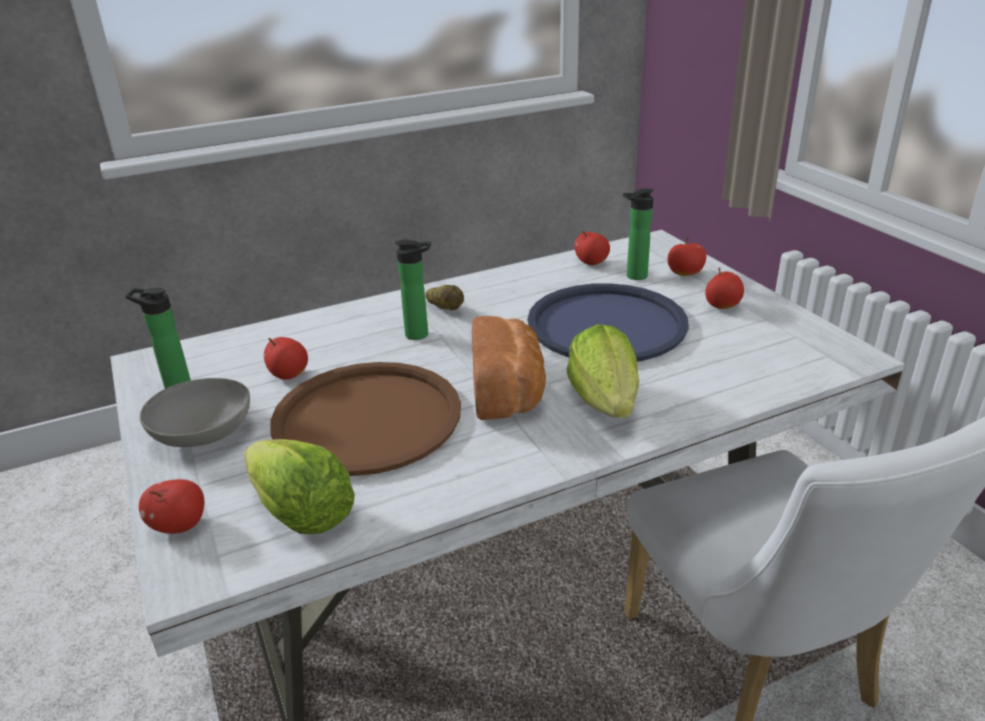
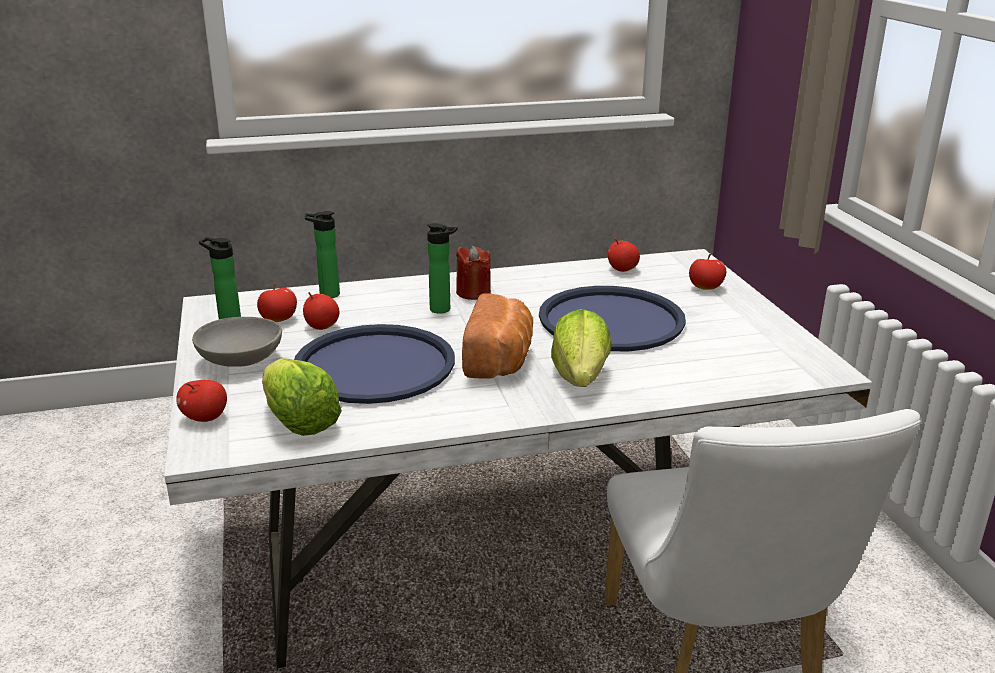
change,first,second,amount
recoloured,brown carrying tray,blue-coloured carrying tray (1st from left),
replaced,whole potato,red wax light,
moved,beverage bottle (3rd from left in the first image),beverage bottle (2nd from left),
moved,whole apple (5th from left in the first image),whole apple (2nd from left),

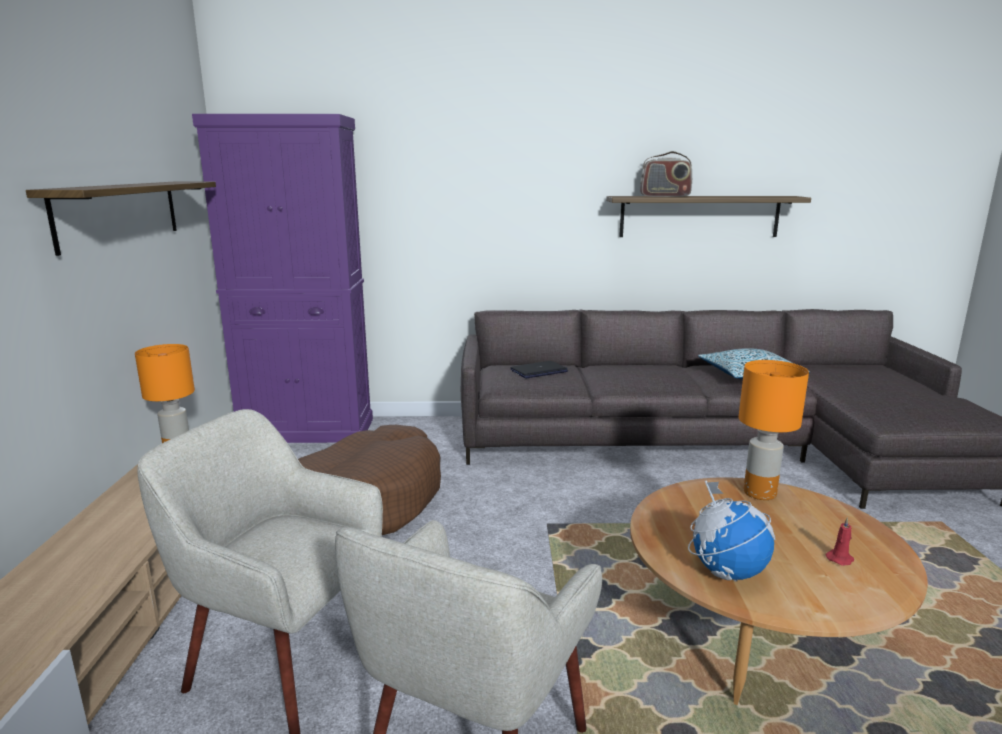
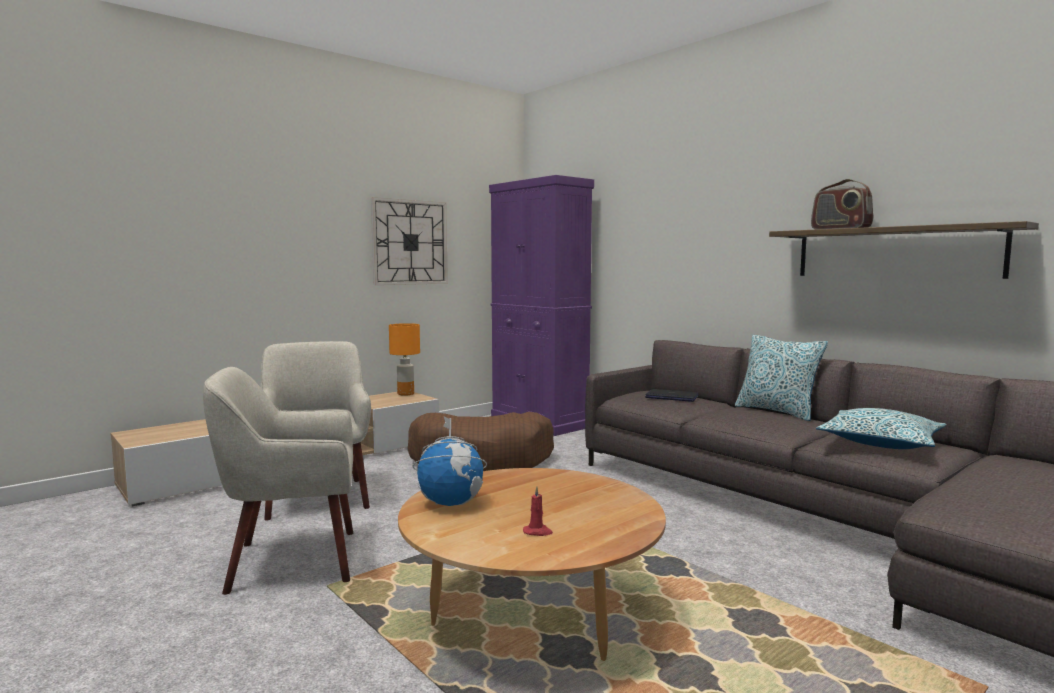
change,first,second,amount
replaced,shelf (1st from left),clock on the wall,
removed,orangey table lamp (2nd from left),,
added,,throw pillow (1st from left),

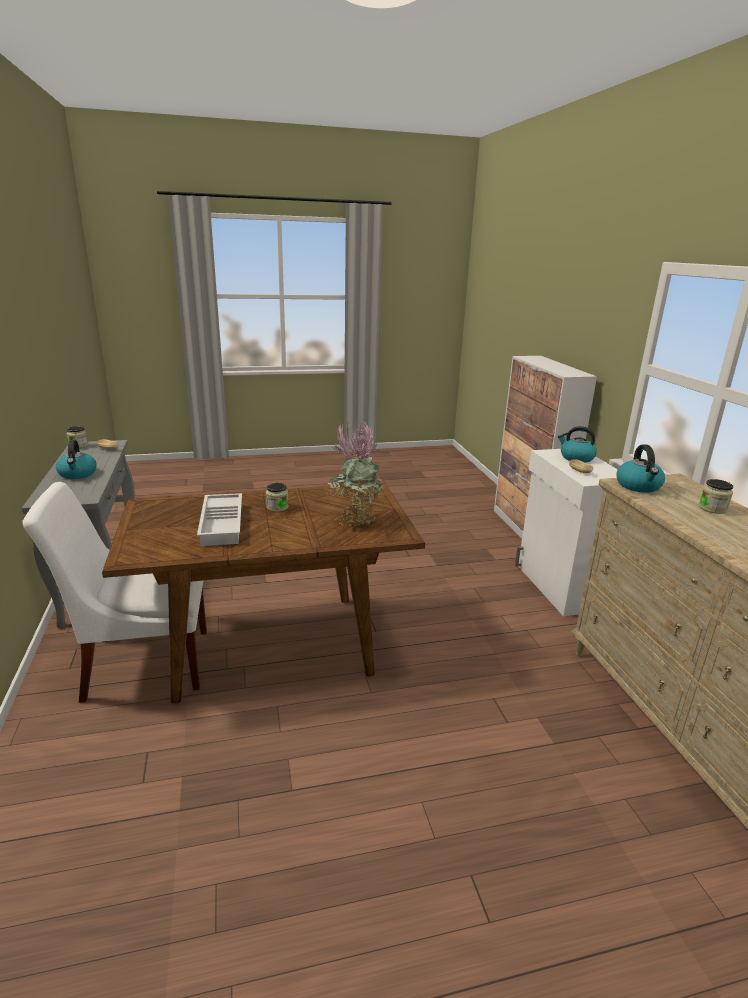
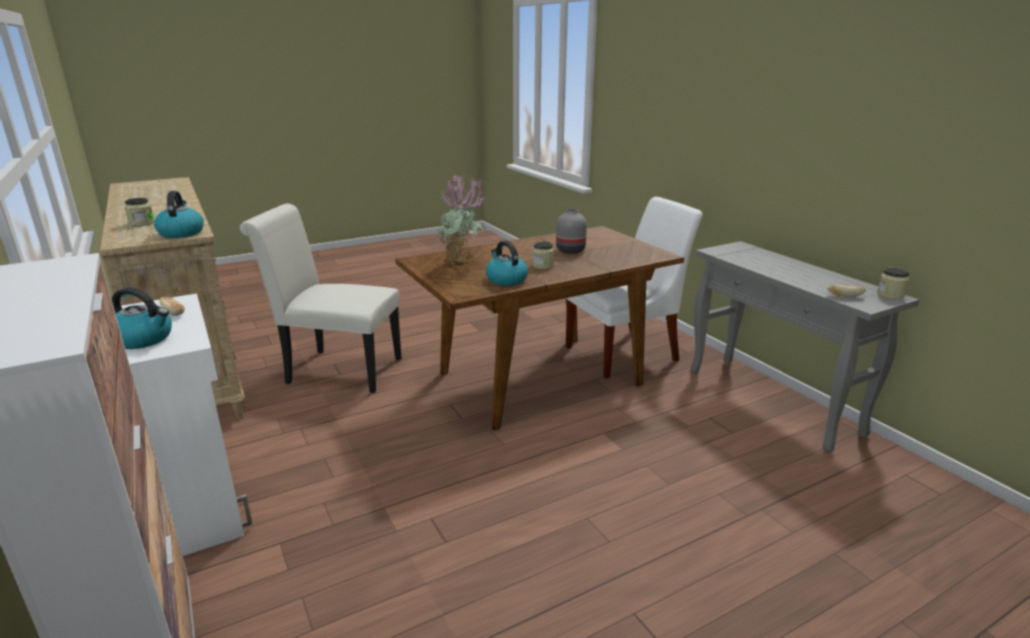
change,first,second,amount
moved,tea kettle (1st from left in the first image),tea kettle (3rd from left),
replaced,white-coloured carrying tray,gray decorative vase,
added,,white-coloured plain chair (1st from left),

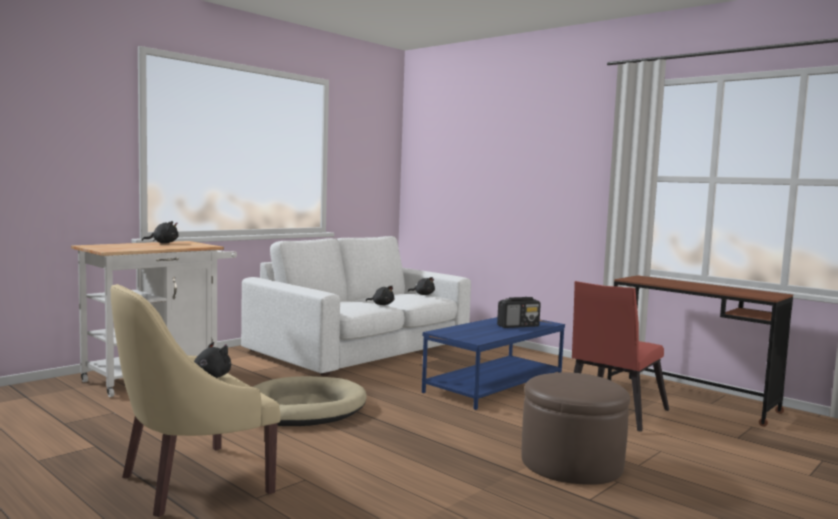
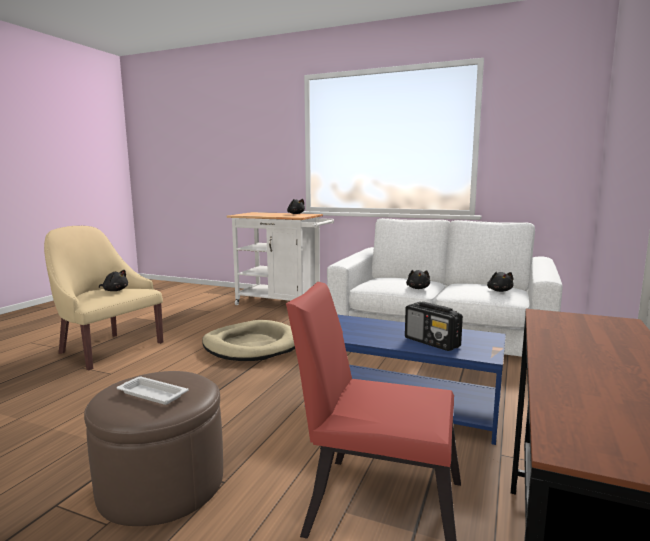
change,first,second,amount
added,,white-coloured carrying tray,

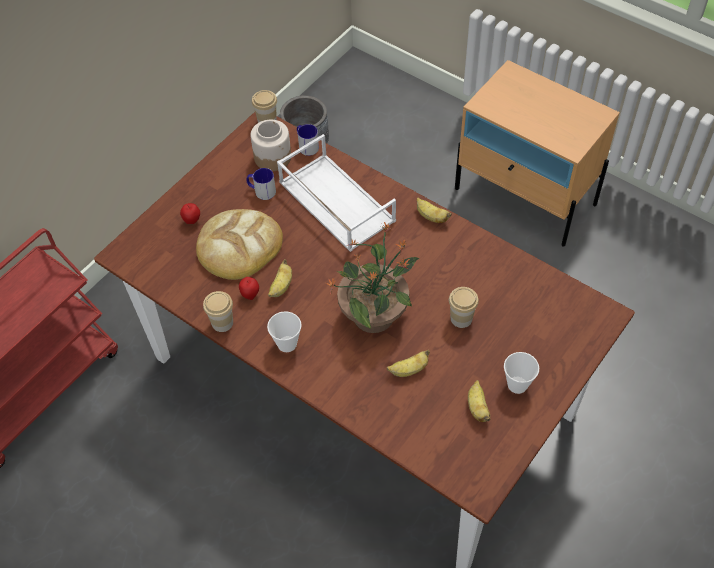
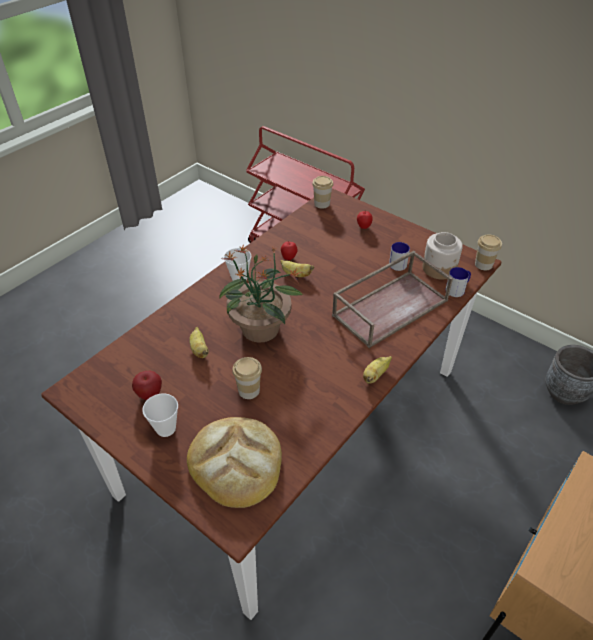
change,first,second,amount
moved,baked bread,,
moved,drinking cup (1st from left in the first image),drinking cup (4th from left),
recoloured,white-coloured carrying tray,brown carrying tray,
replaced,banana (4th from left),whole apple (1st from left),

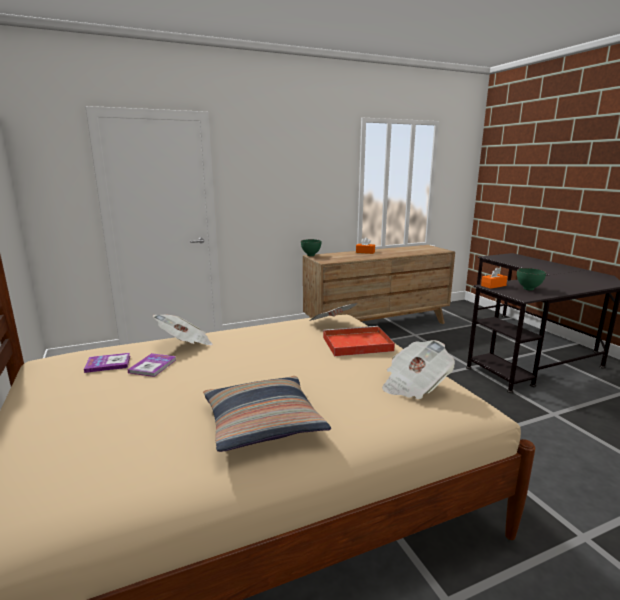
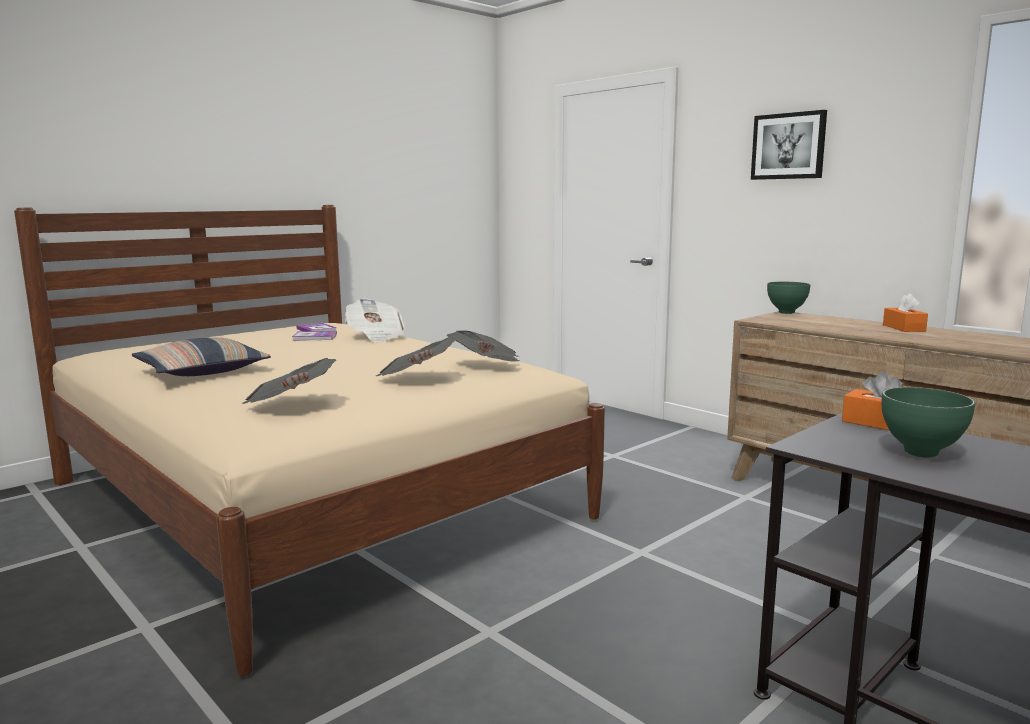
change,first,second,amount
replaced,red carrying tray,newspaper (3rd from left),
added,,wall art,

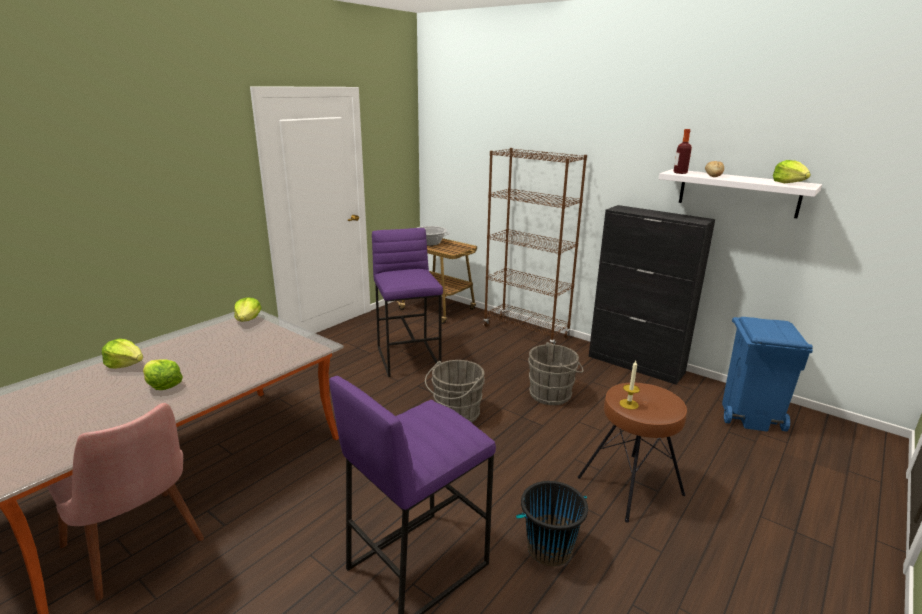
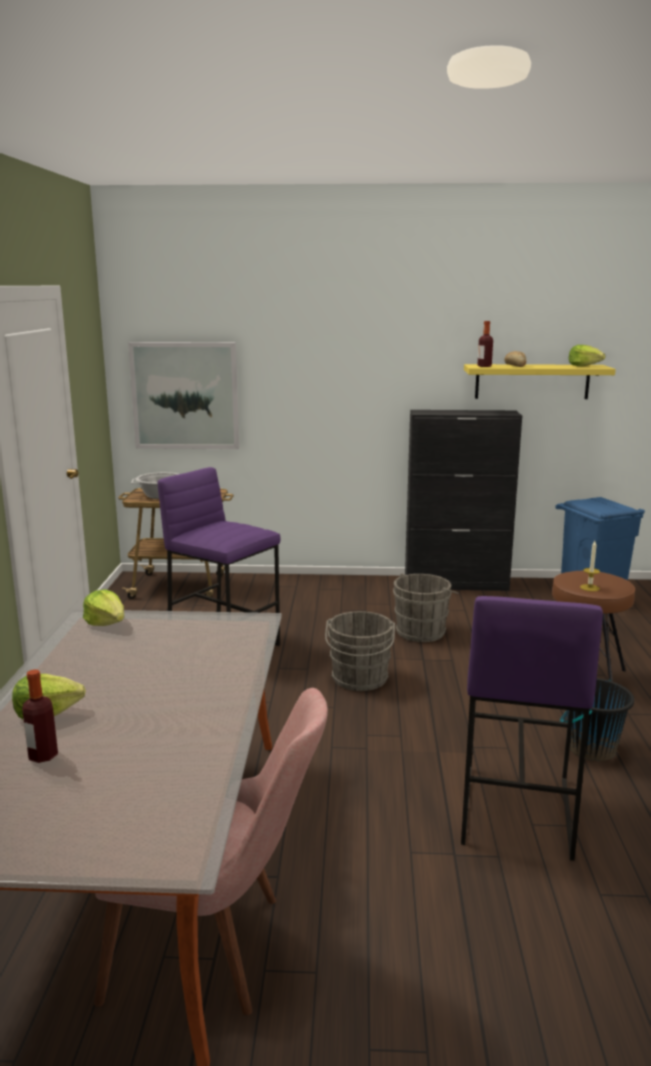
change,first,second,amount
removed,lettuce (2nd from left),,
removed,brown bookcase,,
recoloured,white-coloured shelf,yellow shelf,
added,,beverage bottle (1st from left),
added,,wall art,

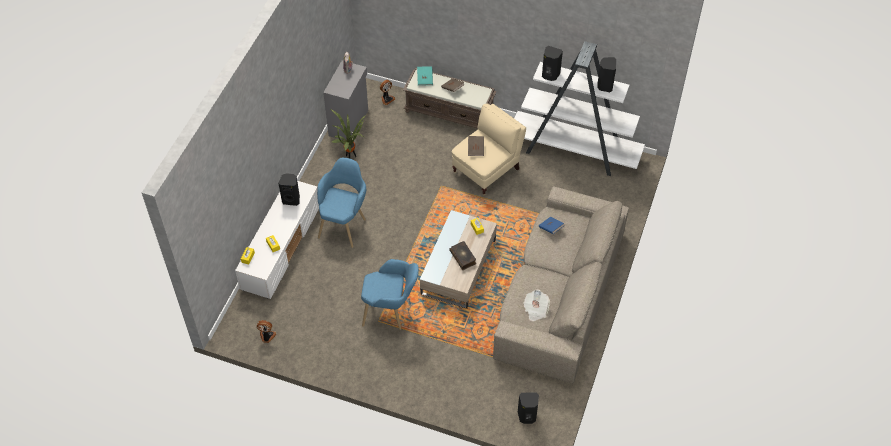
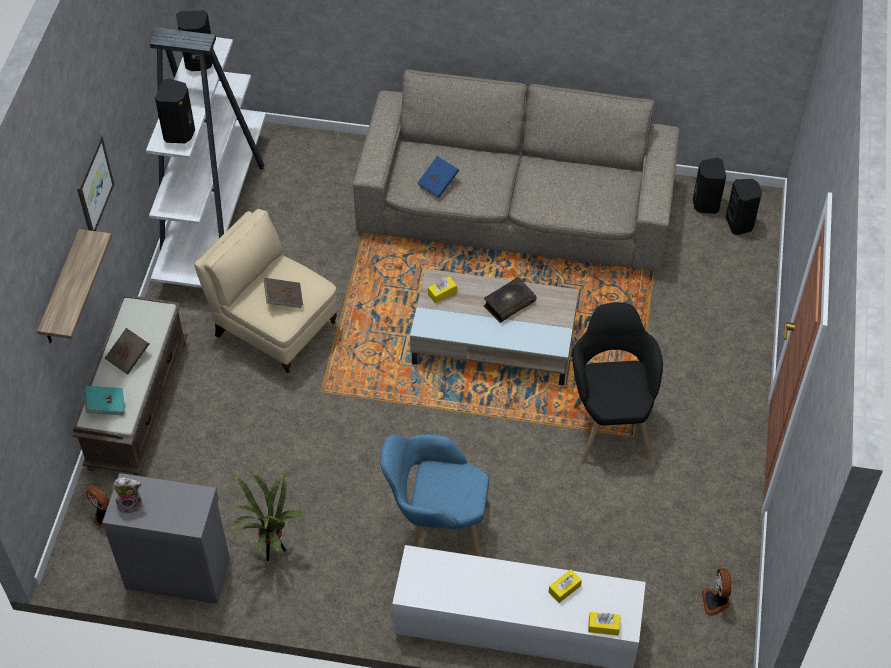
change,first,second,amount
moved,blackish loudspeaker (1st from left in the first image),blackish loudspeaker (3rd from left),
recoloured,blue-coloured easy chair (2nd from left),blackish easy chair,
removed,newspaper,,
added,,shelf,
added,,wall art,

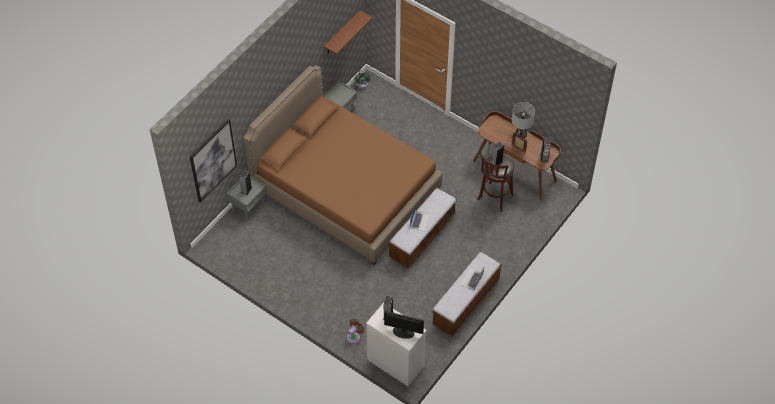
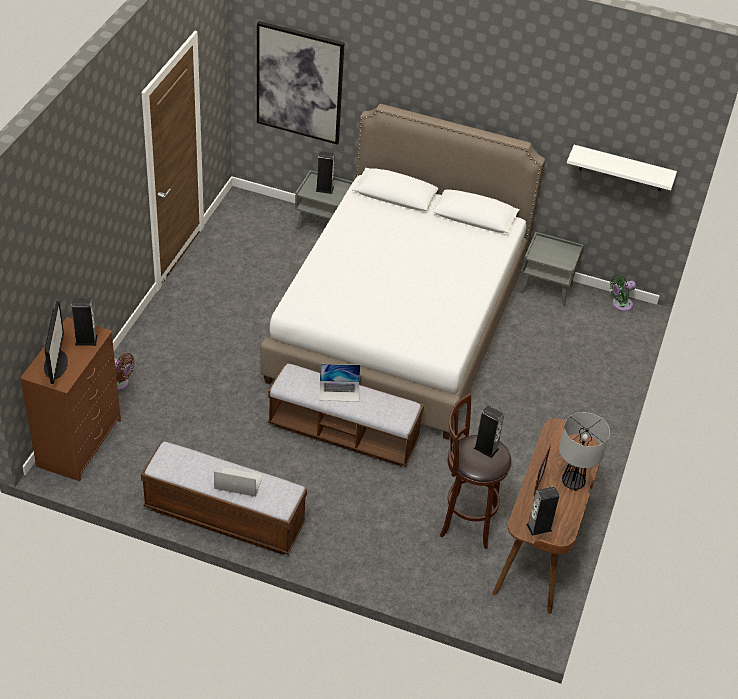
change,first,second,amount
recoloured,brown sleeping bed,white-coloured sleeping bed,
recoloured,brown shelf,white-coloured shelf,
recoloured,white-coloured drawer chest,brown drawer chest,

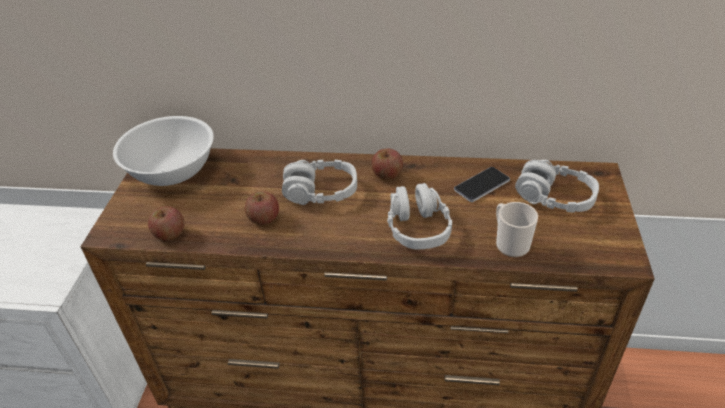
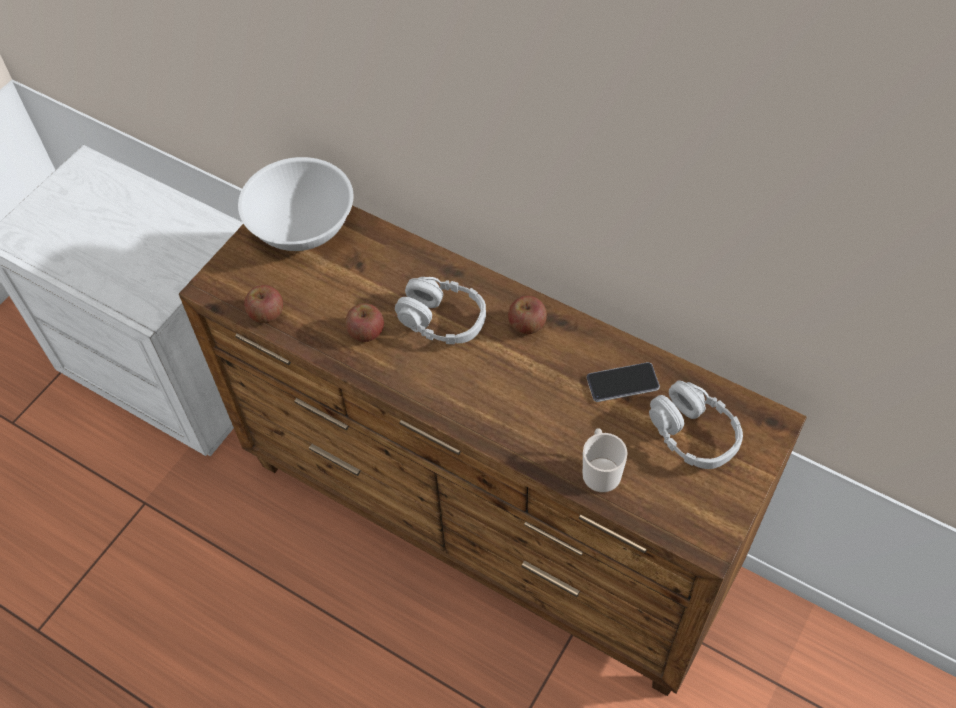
change,first,second,amount
removed,gray headphones (2nd from left),,

